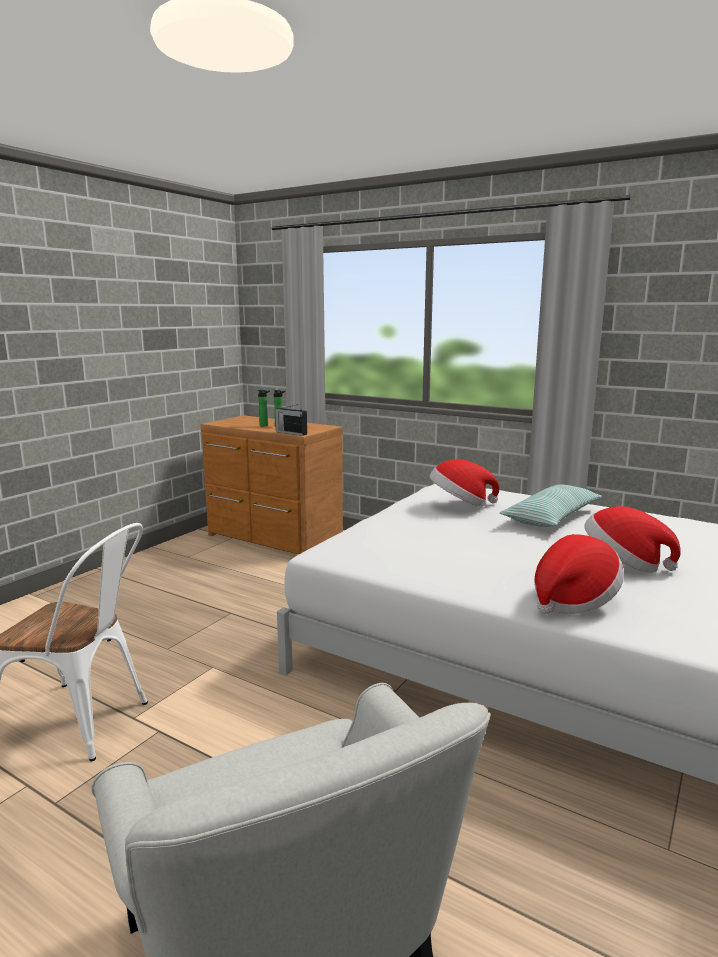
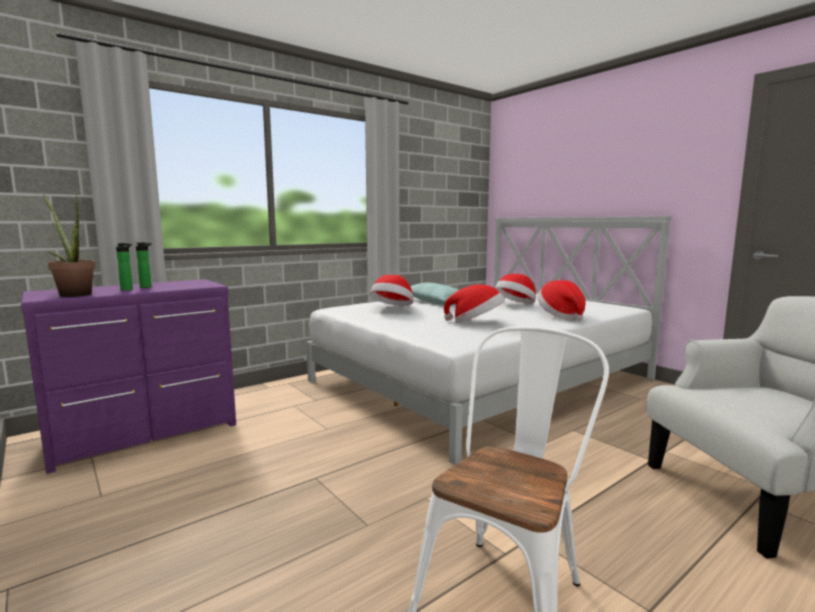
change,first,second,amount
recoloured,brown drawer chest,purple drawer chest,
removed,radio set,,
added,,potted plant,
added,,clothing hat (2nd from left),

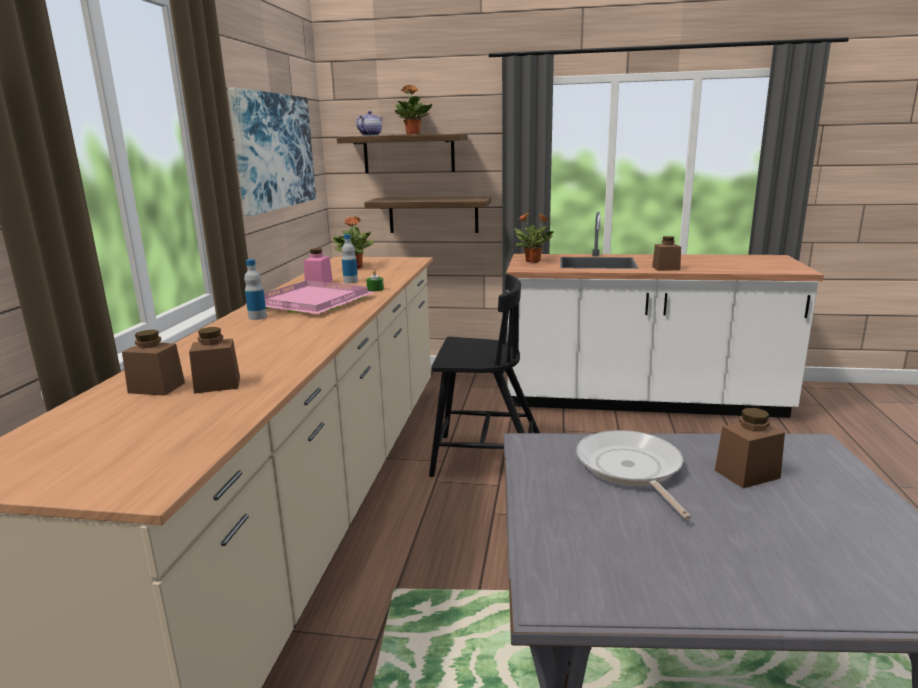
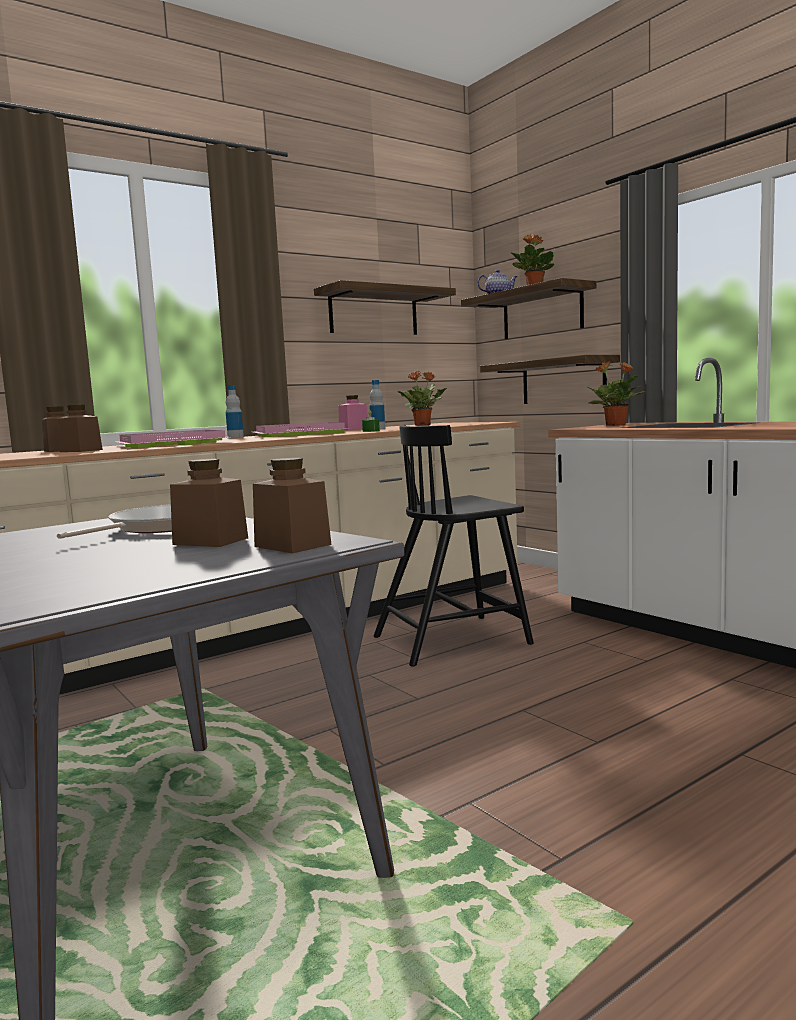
change,first,second,amount
replaced,wall art,shelf (1st from left),
turned,blackish plain chair,,105 degrees clockwise
moved,brown preserve jar (3rd from left in the first image),brown preserve jar (4th from left),
added,,pink carrying tray (1st from left),

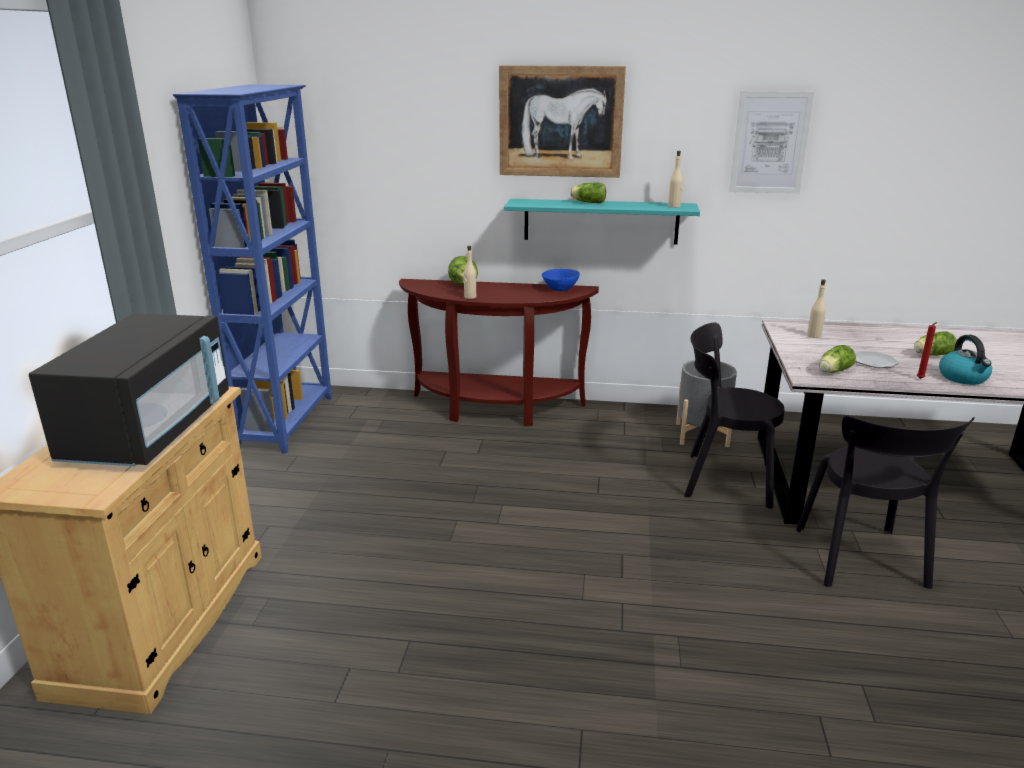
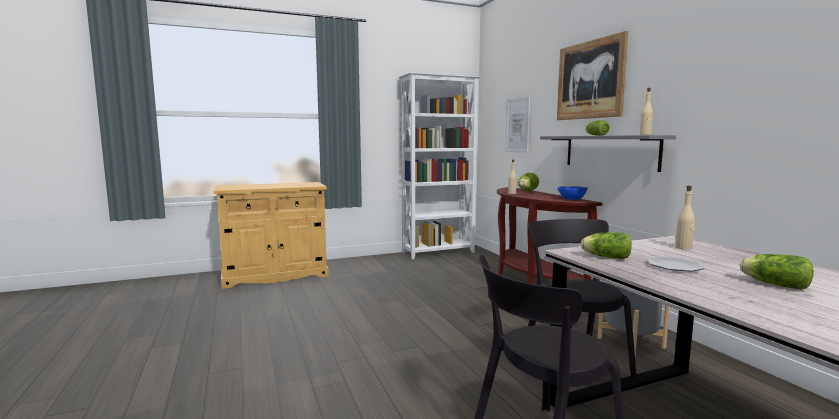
change,first,second,amount
removed,blackish microwave oven,,
recoloured,blue-coloured bookcase,white-coloured bookcase,
recoloured,turquoise shelf,gray shelf,
moved,wall art (2nd from left in the first image),wall art (1st from left),
removed,red wax light,,
removed,tea kettle,,

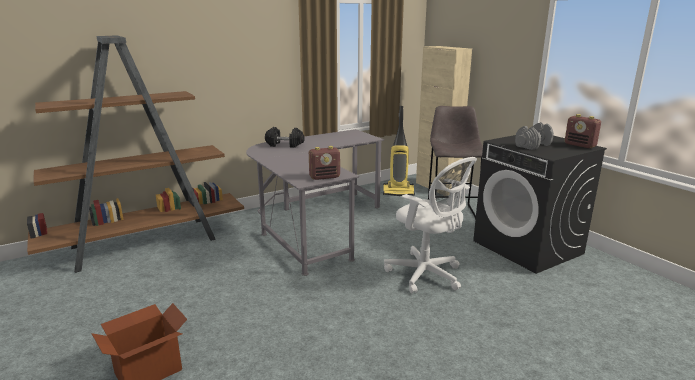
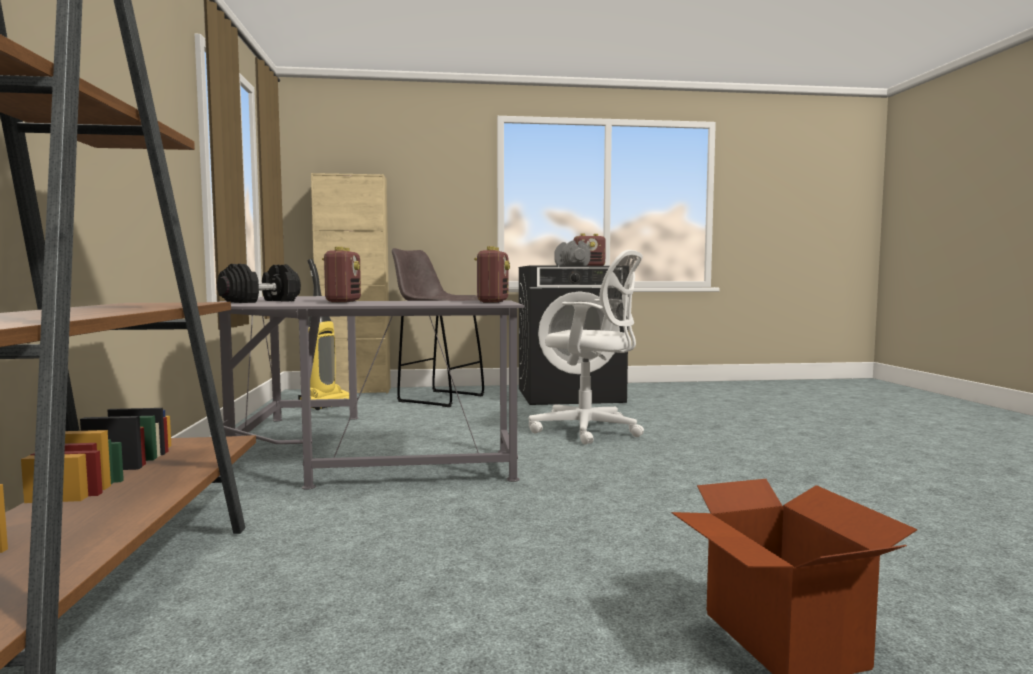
change,first,second,amount
turned,white-coloured office chair,,45 degrees clockwise
added,,radio set (1st from left),

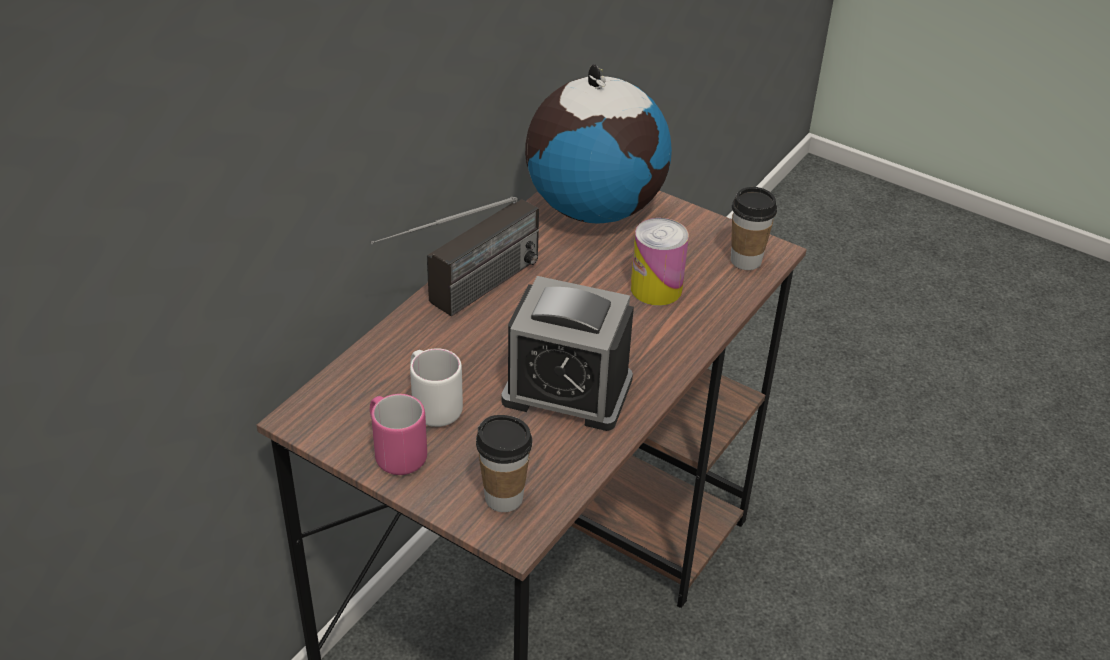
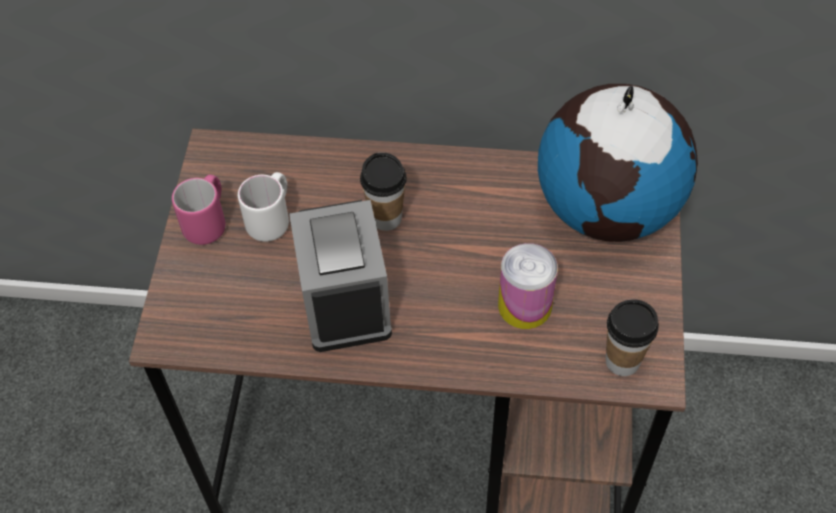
change,first,second,amount
removed,radio set,,
moved,drinking cup (1st from left),,

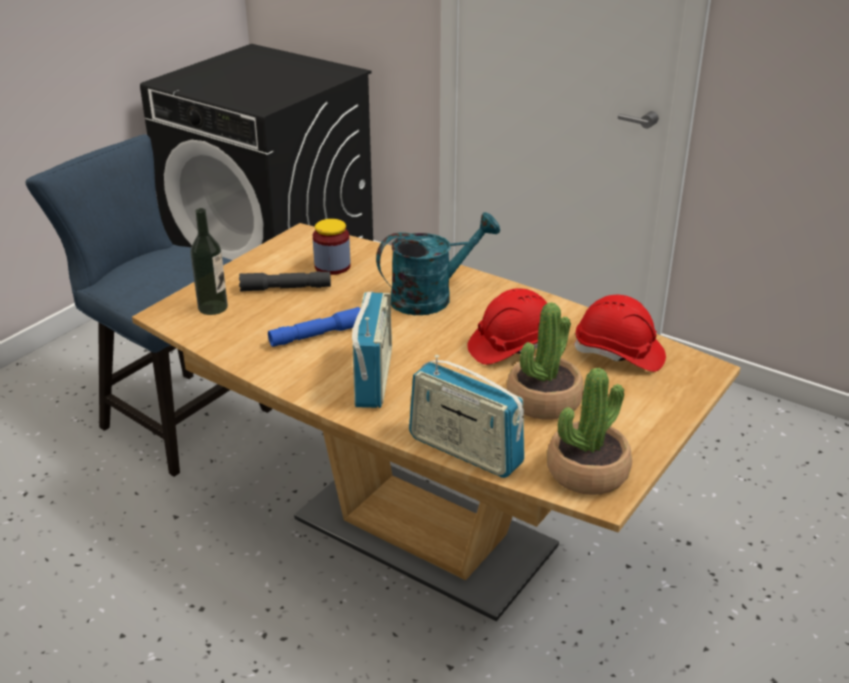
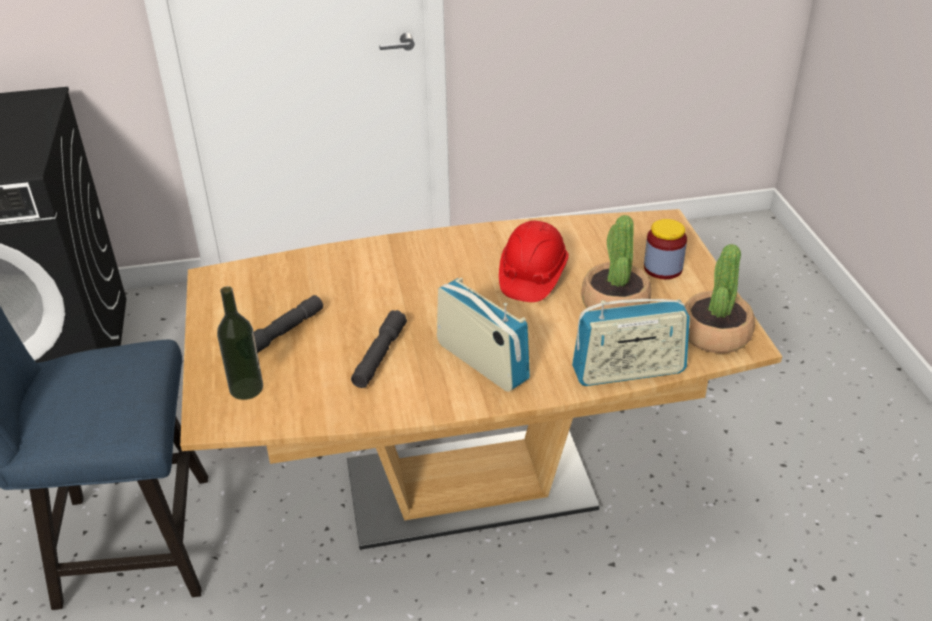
change,first,second,amount
recoloured,blue-coloured hand torch,gray hand torch (2nd from left),
moved,preserve jar,,
removed,turquoise watering can,,
removed,red safety helmet (2nd from left),,

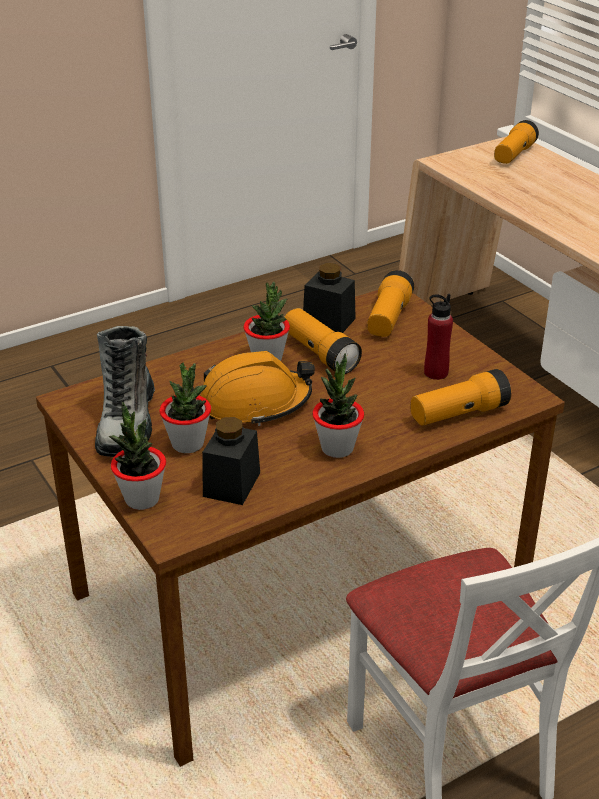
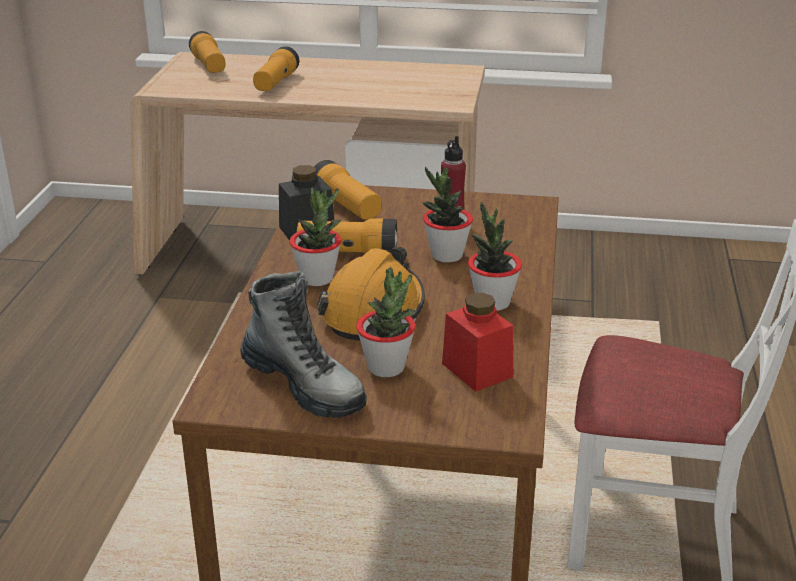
change,first,second,amount
moved,potted plant (1st from left in the first image),potted plant (3rd from left),
recoloured,blackish preserve jar (1st from left),red preserve jar,
moved,hand torch (3rd from left in the first image),hand torch (2nd from left),

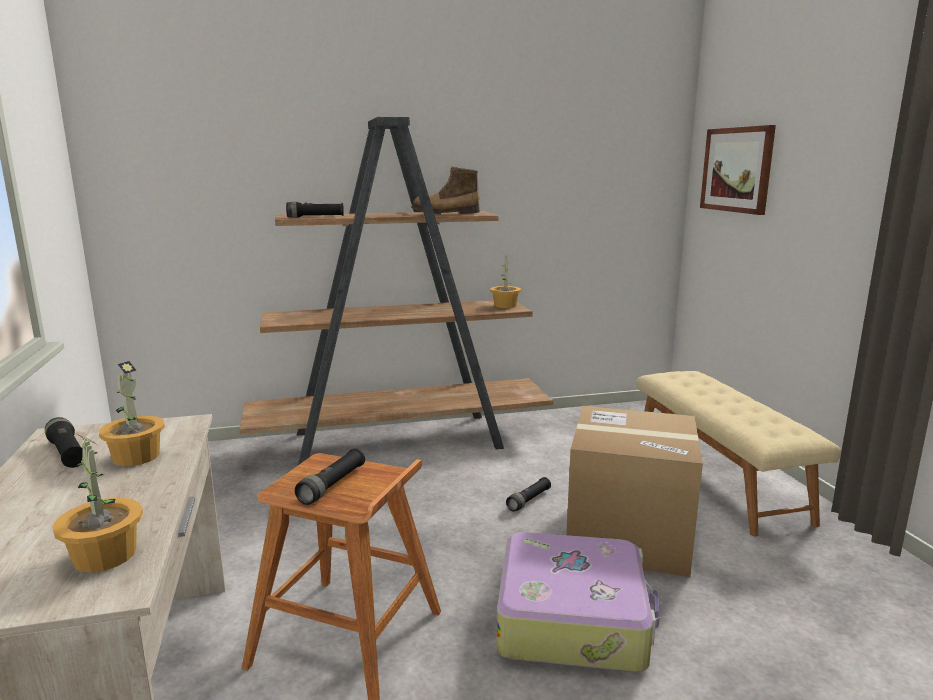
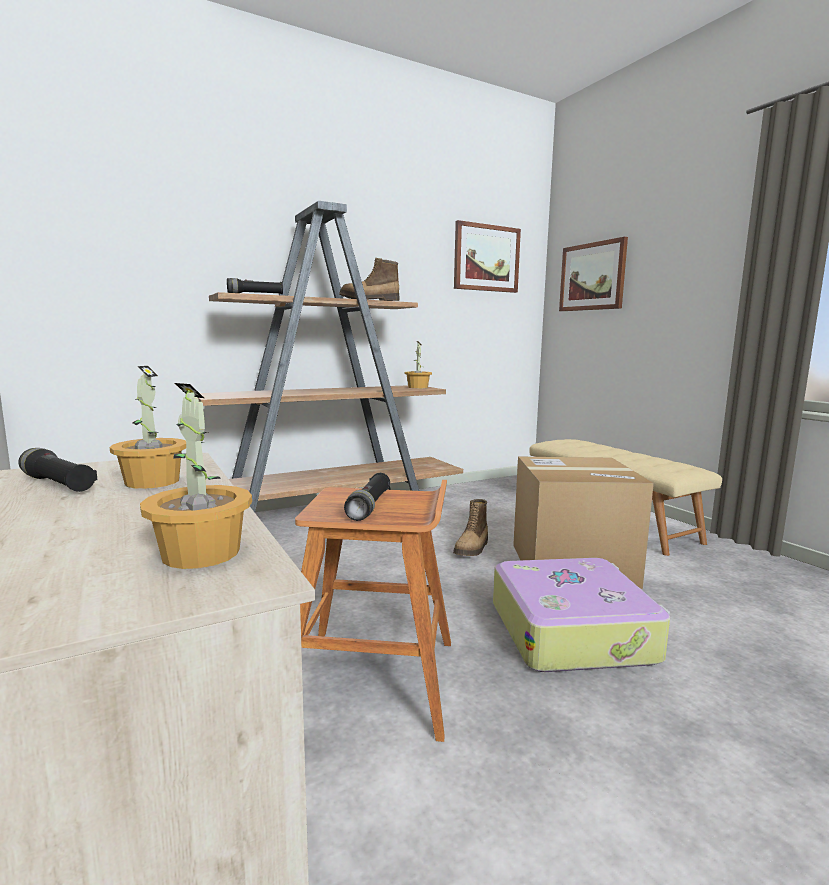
change,first,second,amount
replaced,blackish hand torch (4th from left),boot (2nd from left),
added,,wall art (1st from left),

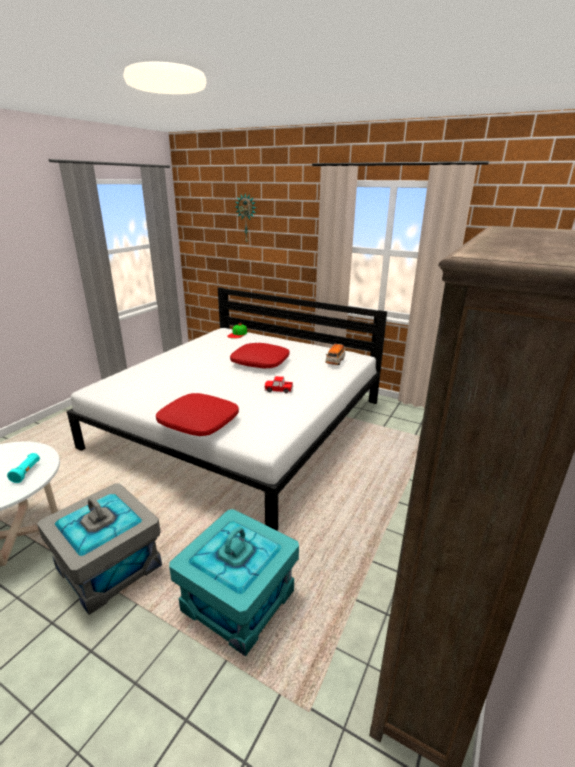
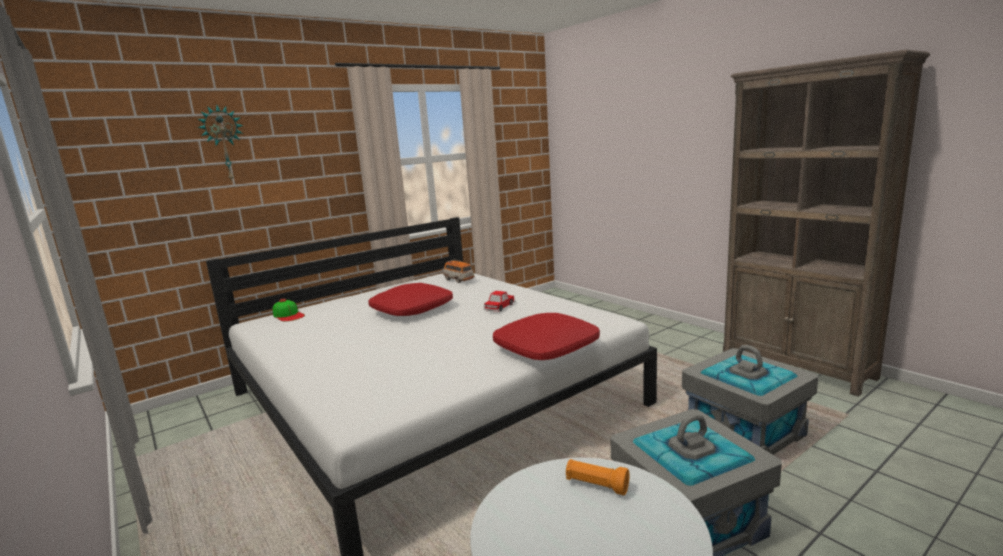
change,first,second,amount
recoloured,turquoise hand torch,orangey hand torch,
recoloured,turquoise storage bin,gray storage bin (2nd from left),

